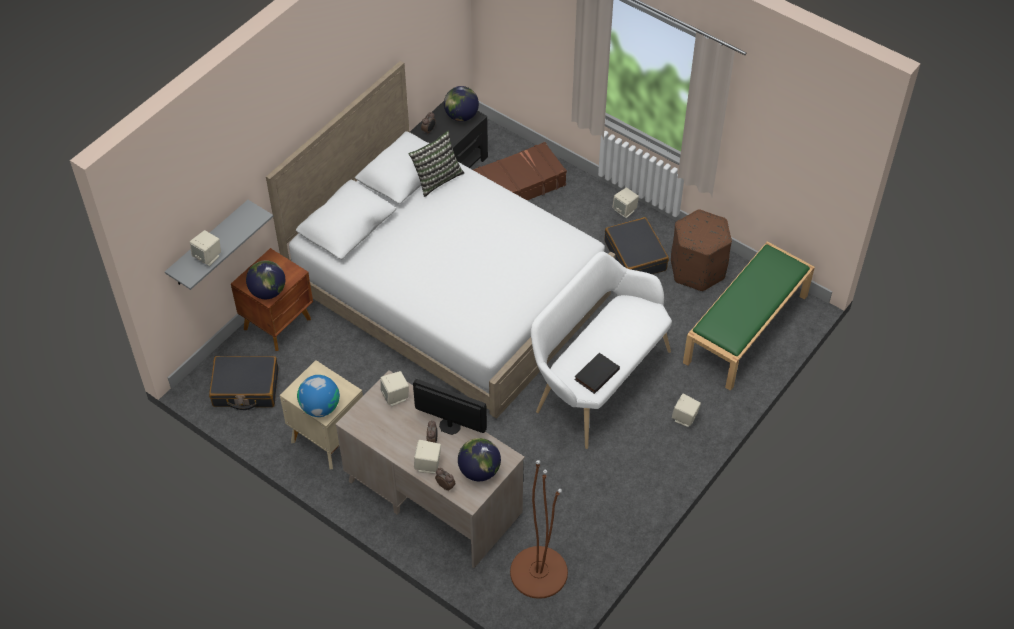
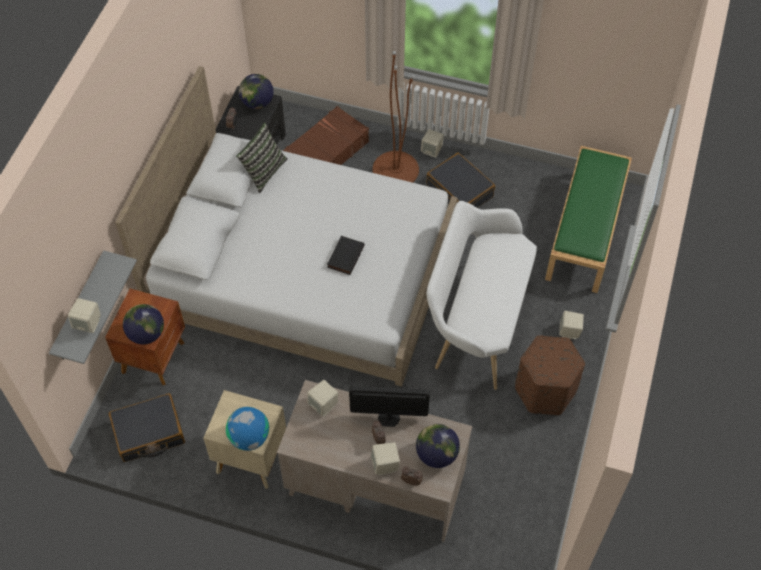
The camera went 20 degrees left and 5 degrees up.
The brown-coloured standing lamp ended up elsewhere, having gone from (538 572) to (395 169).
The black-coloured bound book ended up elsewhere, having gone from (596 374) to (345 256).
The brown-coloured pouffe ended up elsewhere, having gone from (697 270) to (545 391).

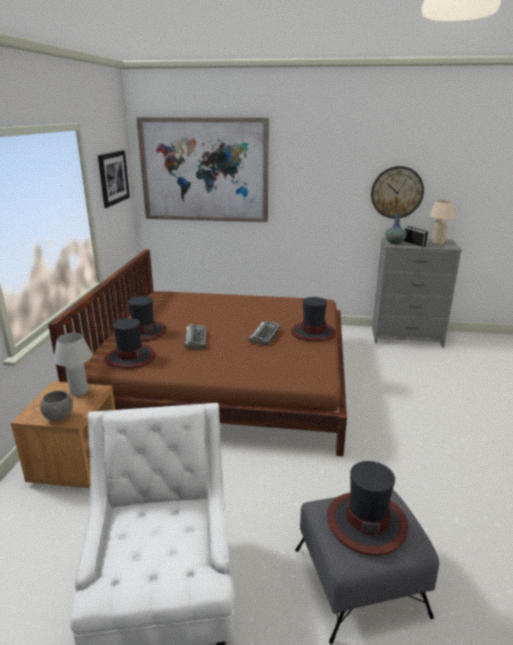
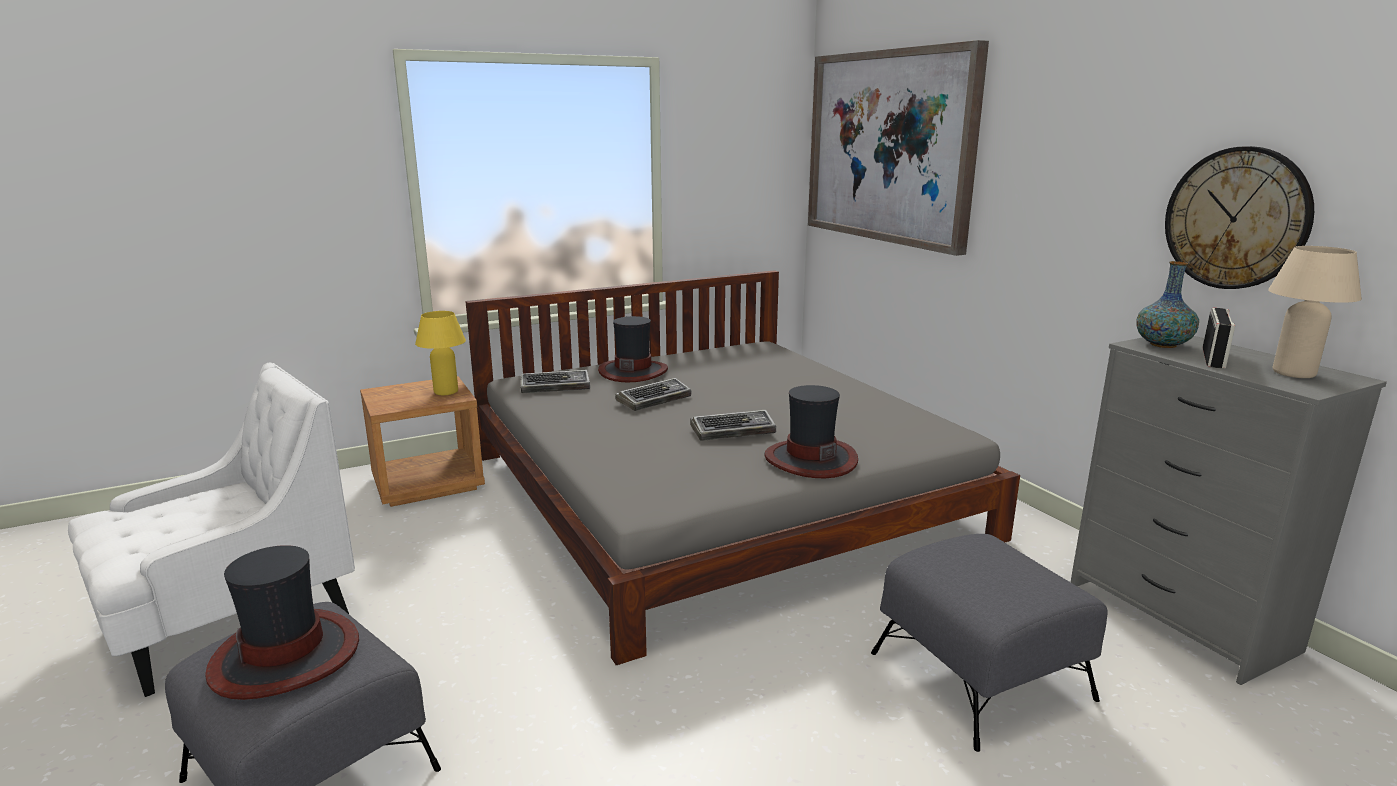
The camera went 55 degrees right and 5 degrees down.
The second view lost the greyish serving bowl at (59 417).
The second view lost the picture at (113 178).
The second view gained the greyish pouffe at (980 676).
Where the wearable hat stood at (130 357), the keyboard came to stand at (556 387).
What was the brown-coloured bed at (225 377) turned into the greyish bed at (716 494).
What was the white-coloured lamp for a table at (79 392) turned into the yellow-coloured lamp for a table at (446 392).

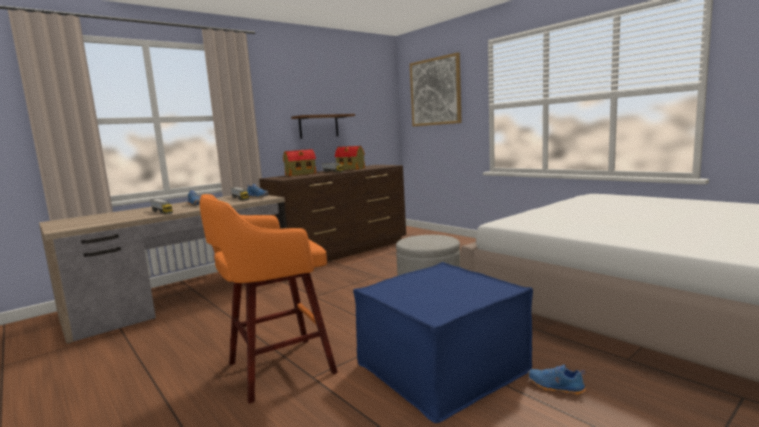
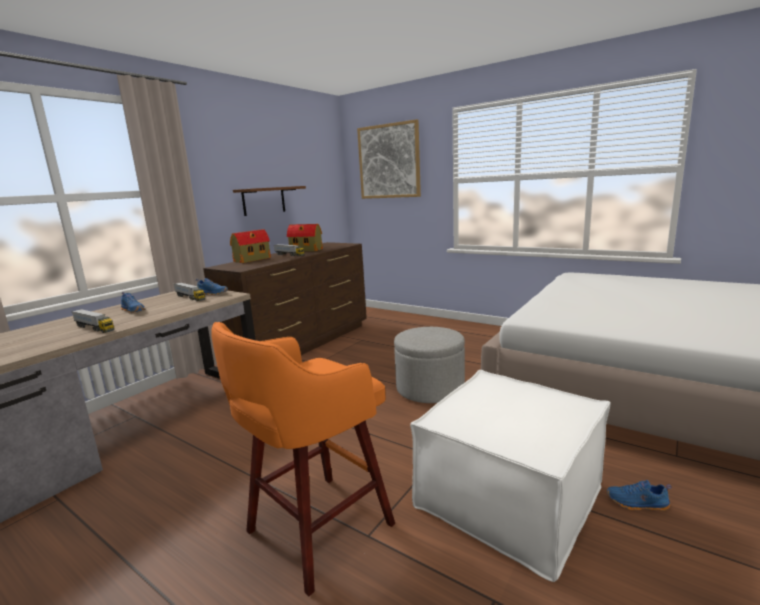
The camera went 15 degrees left and 5 degrees up.
What was the blue-coloured pouffe at (442 368) turned into the white-coloured pouffe at (509 497).

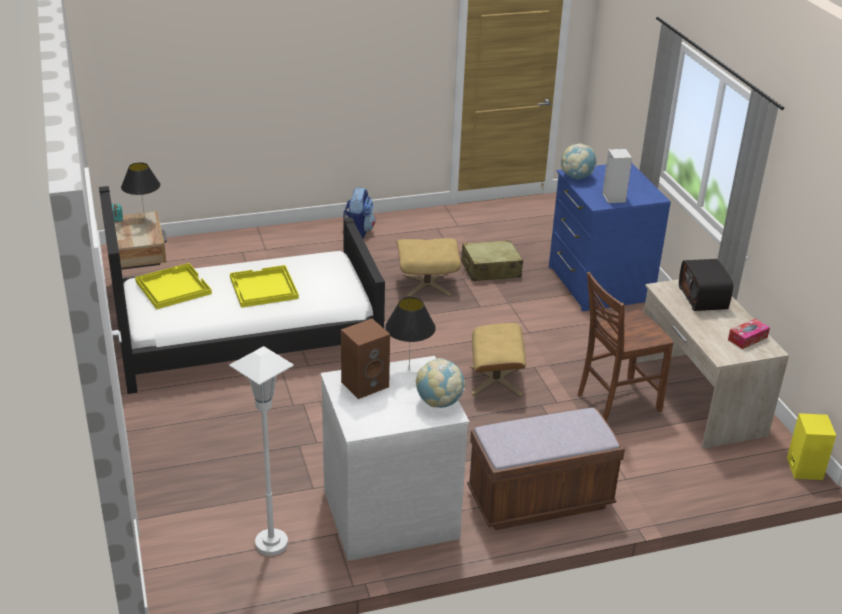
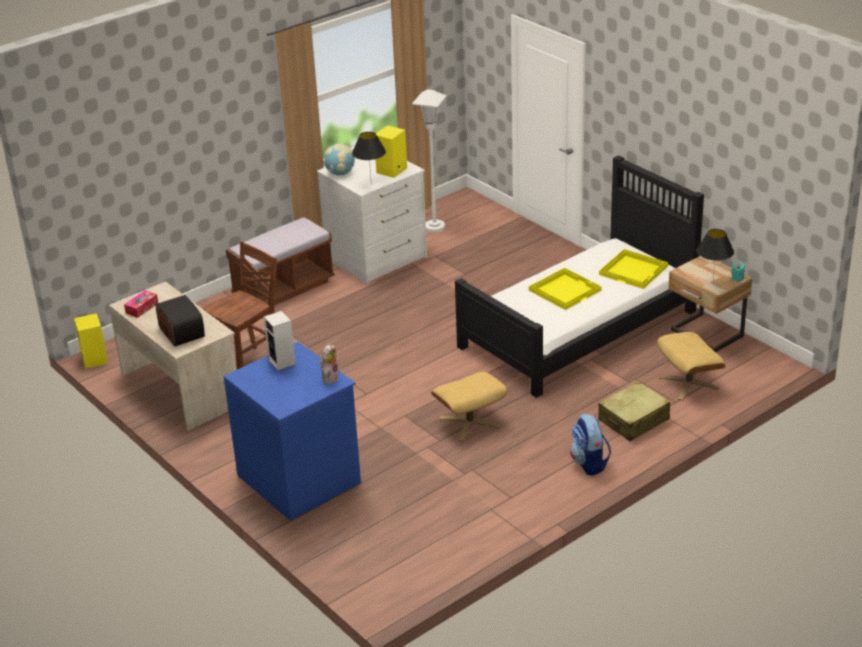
The camera went 160 degrees right and 0 degrees up.
The sand-coloured suitcase ended up elsewhere, having gone from (490 270) to (634 420).
The sand-coloured pouffe ended up elsewhere, having gone from (496 381) to (688 383).
Where the globe stood at (576 177), the plush toy came to stand at (329 378).
What was the brown-coloured loudspeaker at (365 384) turned into the yellow-coloured loudspeaker at (392 171).

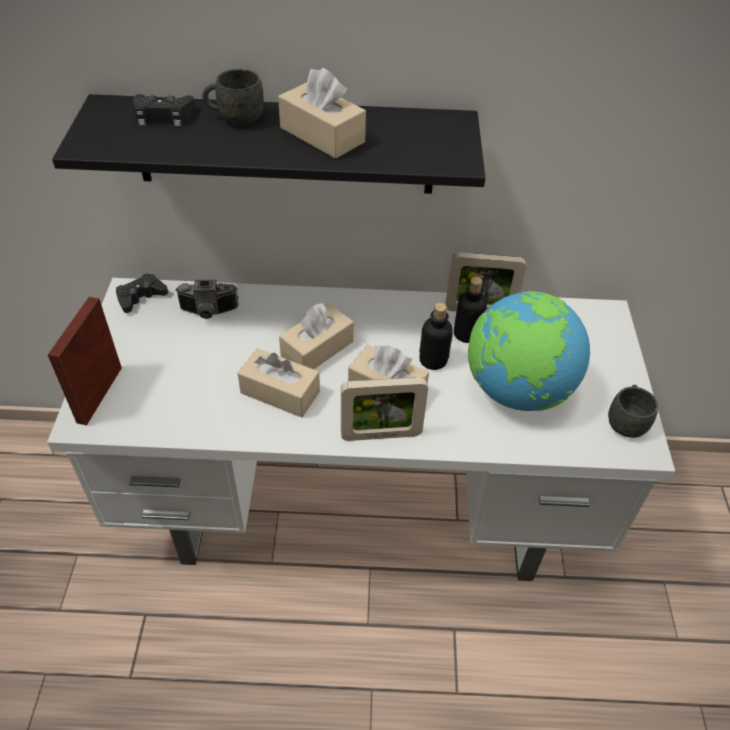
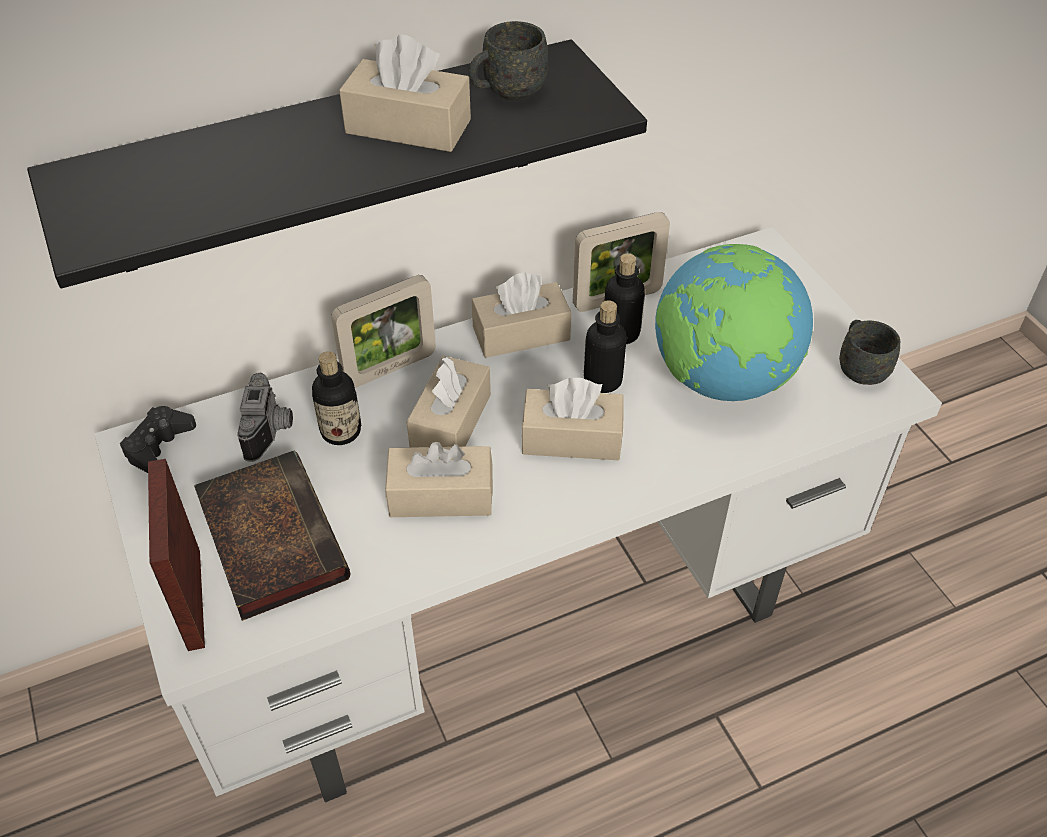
The camera went 25 degrees left and 0 degrees up.
The second view lost the black-coloured gamepad at (163 116).
The second view gained the bound book at (269 536).
The second view gained the drink bottle at (341 431).
The second view gained the sand-coloured tissue holder at (521 333).
The greyish mug ended up elsewhere, having gone from (235 118) to (507 92).
The picture frame ended up elsewhere, having gone from (381 435) to (390 368).
The still camera at (208 313) ended up facing another way, 60 degrees counterclockwise from before.

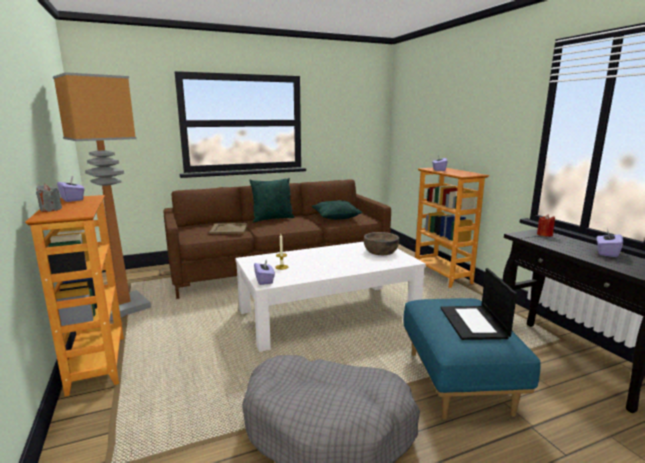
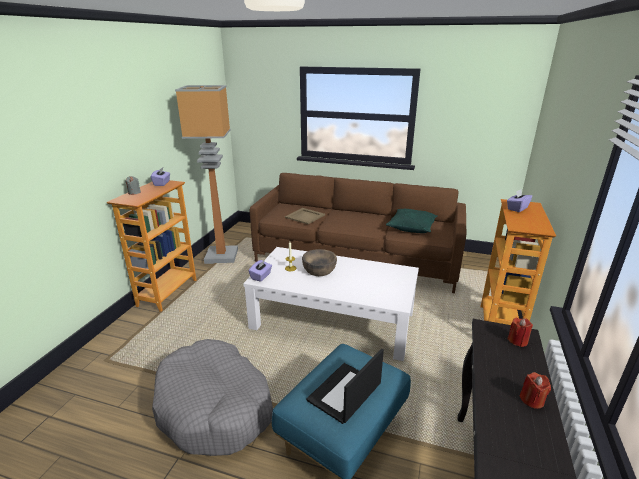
The camera went 40 degrees right and 10 degrees up.
The second view lost the greenish pillow at (272 219).
The brown-coloured serving bowl ended up elsewhere, having gone from (381 251) to (319 270).
Where the purplish tissue holder stood at (606 253), the red wax light came to stand at (532 400).

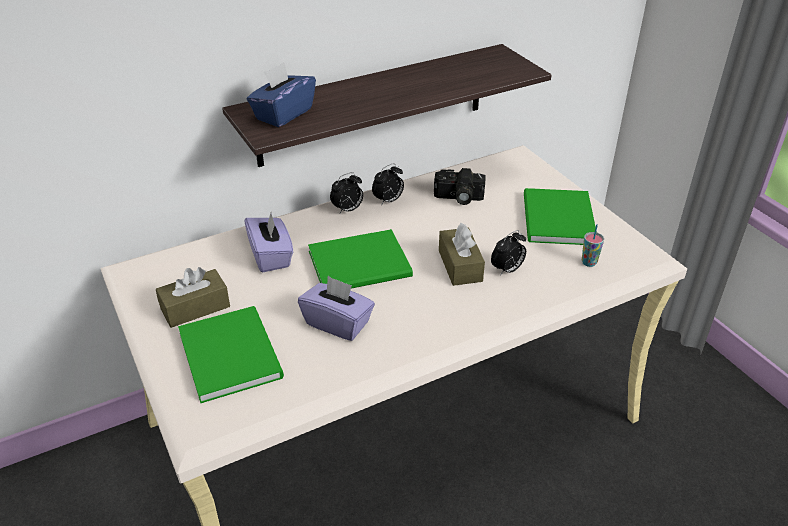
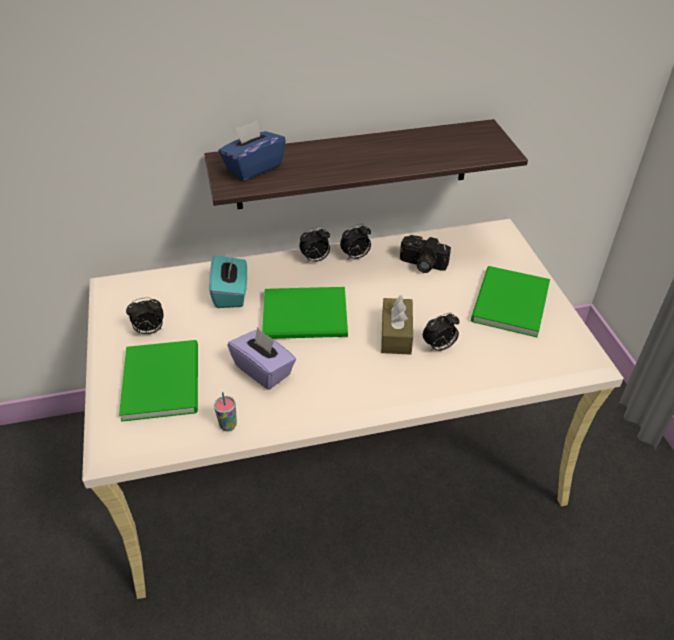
The camera went 15 degrees right and 5 degrees up.
The drinking cup ended up elsewhere, having gone from (589 262) to (228 425).
Where the brown-coloured tissue holder stood at (195 308), the bedside clock came to stand at (149 331).
What was the purplish tissue holder at (271 256) turned into the blue-green tissue holder at (231 294).

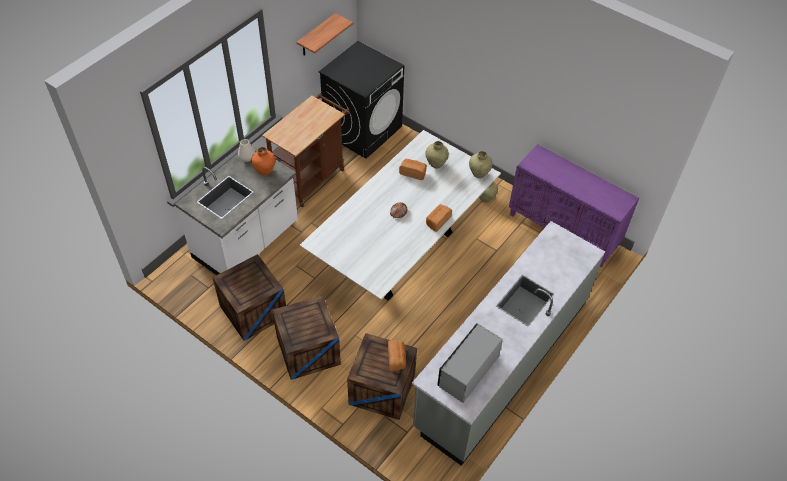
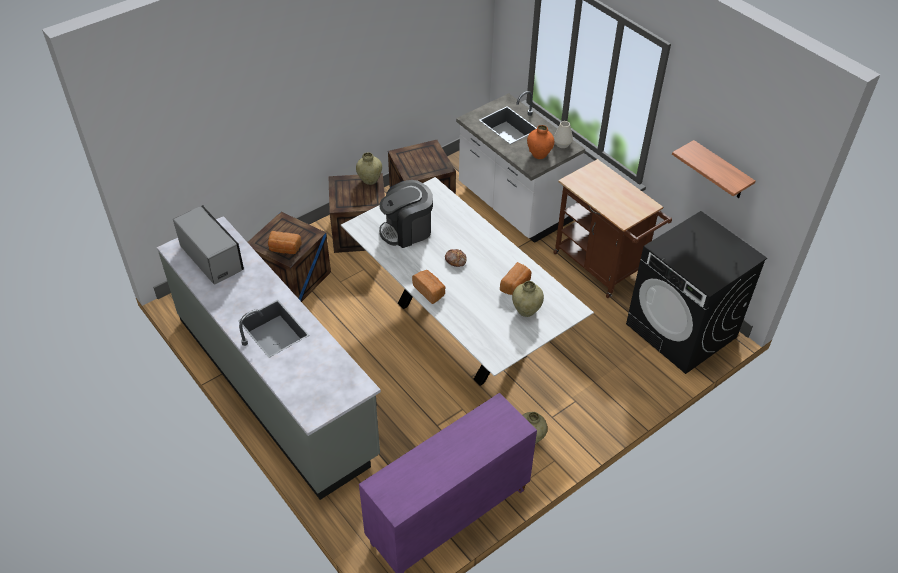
The camera went 105 degrees right and 5 degrees down.
The second view gained the coffee maker at (407 230).
The sand-coloured vase ended up elsewhere, having gone from (479 173) to (370 180).

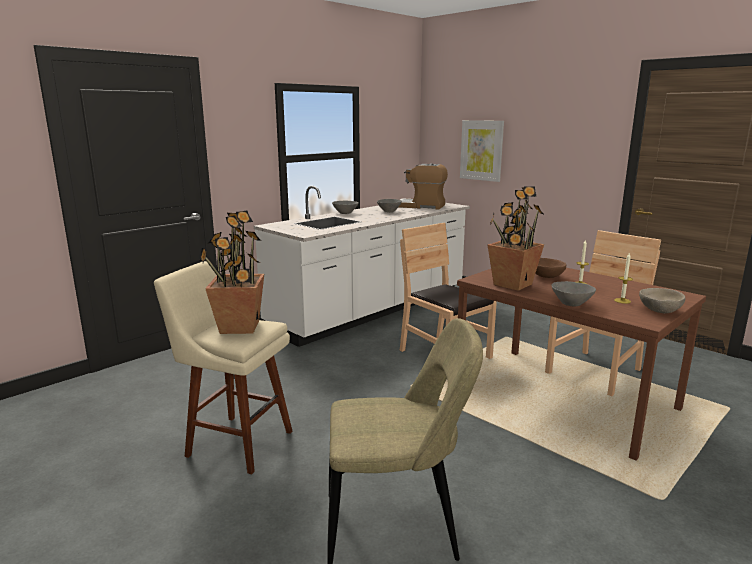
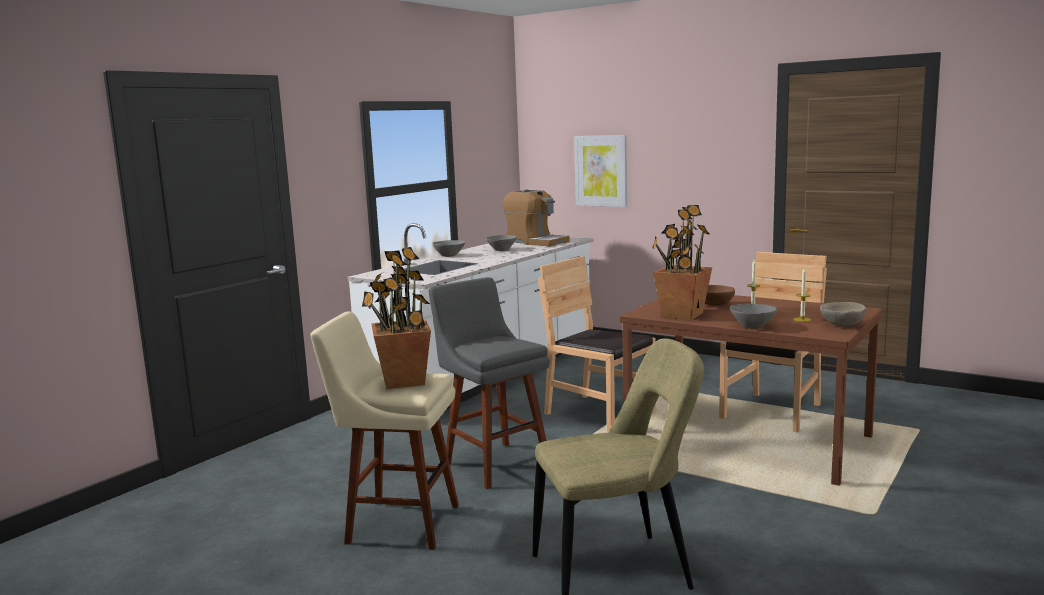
The camera went 10 degrees left and 5 degrees down.
The second view gained the greyish sitting stool at (494 463).
The coffee maker at (421 206) ended up facing another way, 150 degrees counterclockwise from before.

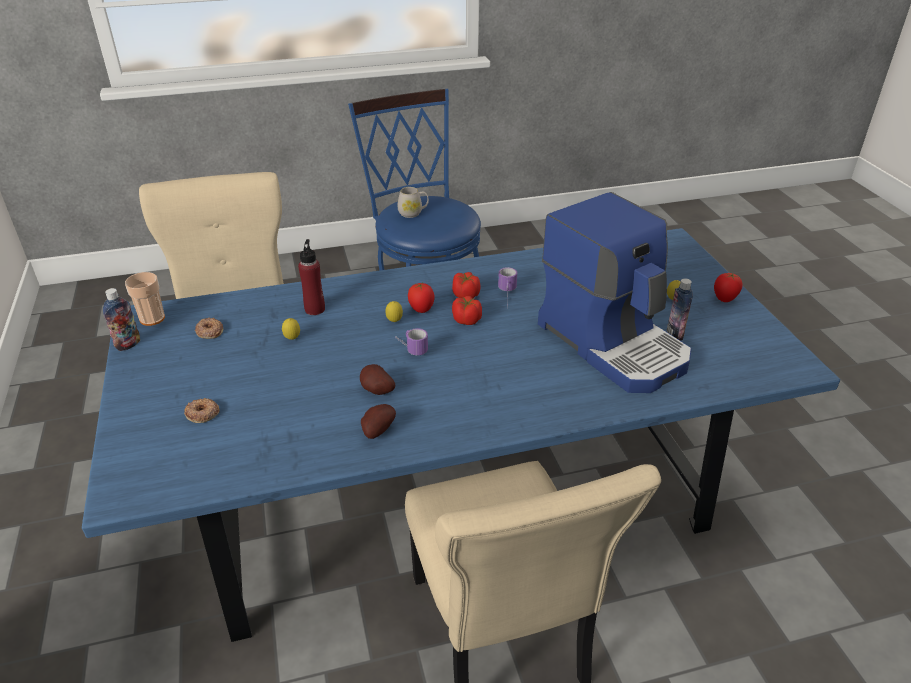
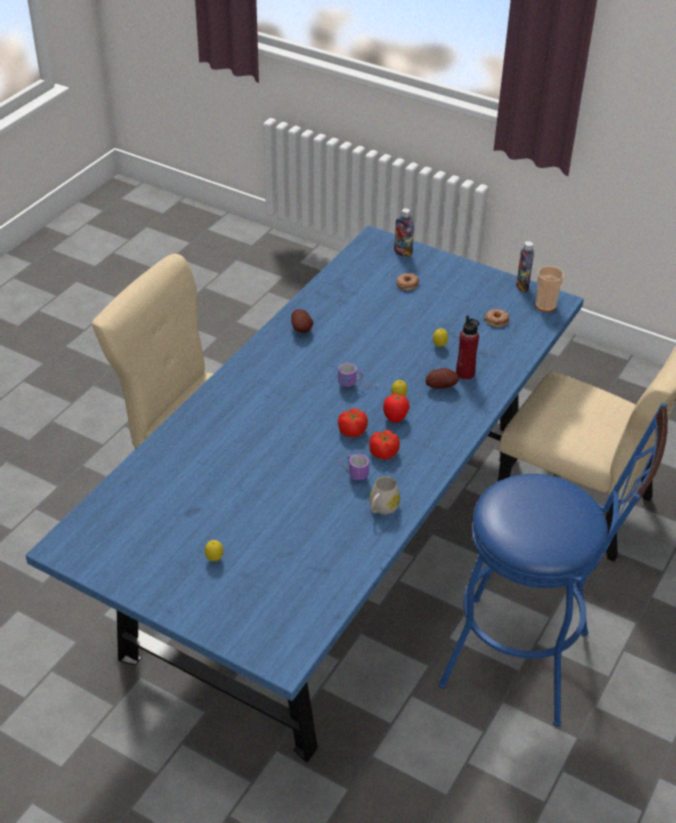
The camera went 135 degrees right and 5 degrees up.
The second view lost the coffee maker at (614 343).
The second view lost the tomato at (724 299).
The potato ended up elsewhere, having gone from (376 391) to (441 386).
The white-coloured mug ended up elsewhere, having gone from (413 213) to (382 508).
The drink bottle ended up elsewhere, having gone from (674 334) to (403 252).

